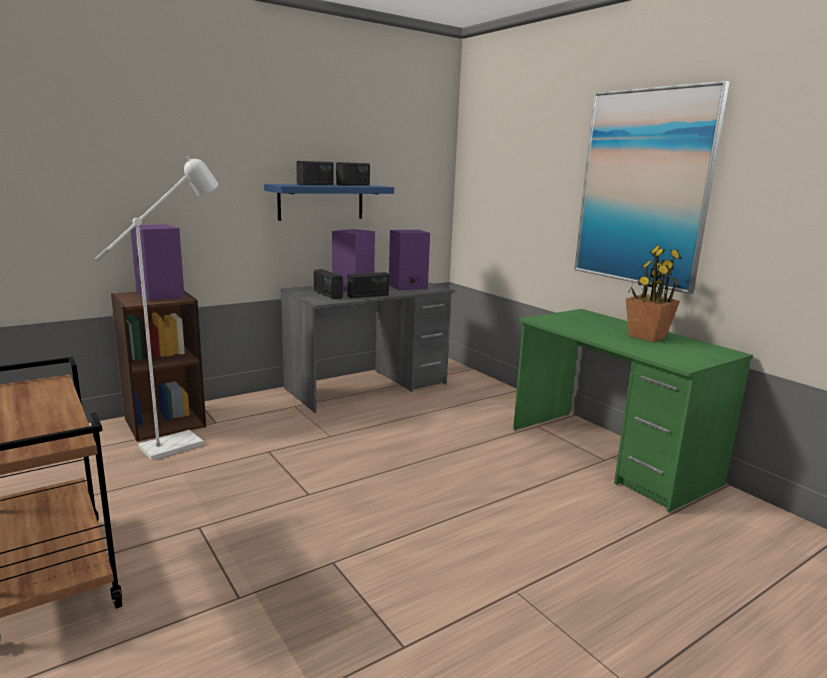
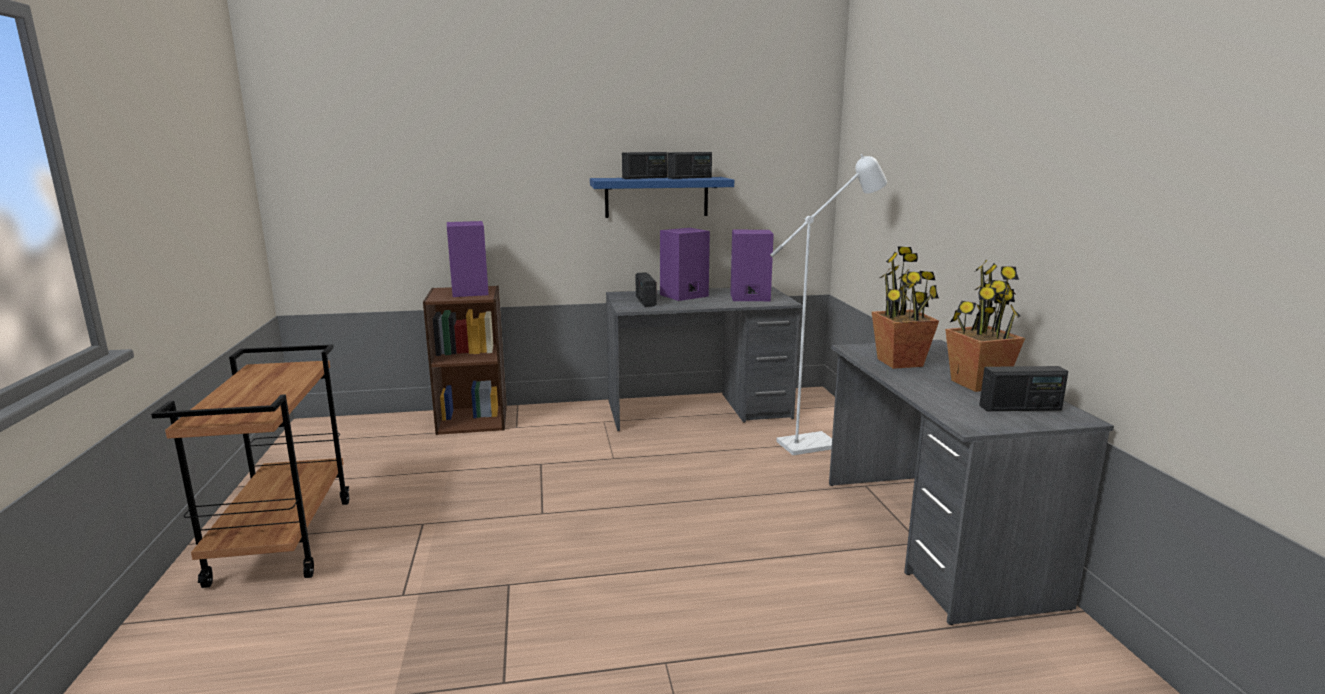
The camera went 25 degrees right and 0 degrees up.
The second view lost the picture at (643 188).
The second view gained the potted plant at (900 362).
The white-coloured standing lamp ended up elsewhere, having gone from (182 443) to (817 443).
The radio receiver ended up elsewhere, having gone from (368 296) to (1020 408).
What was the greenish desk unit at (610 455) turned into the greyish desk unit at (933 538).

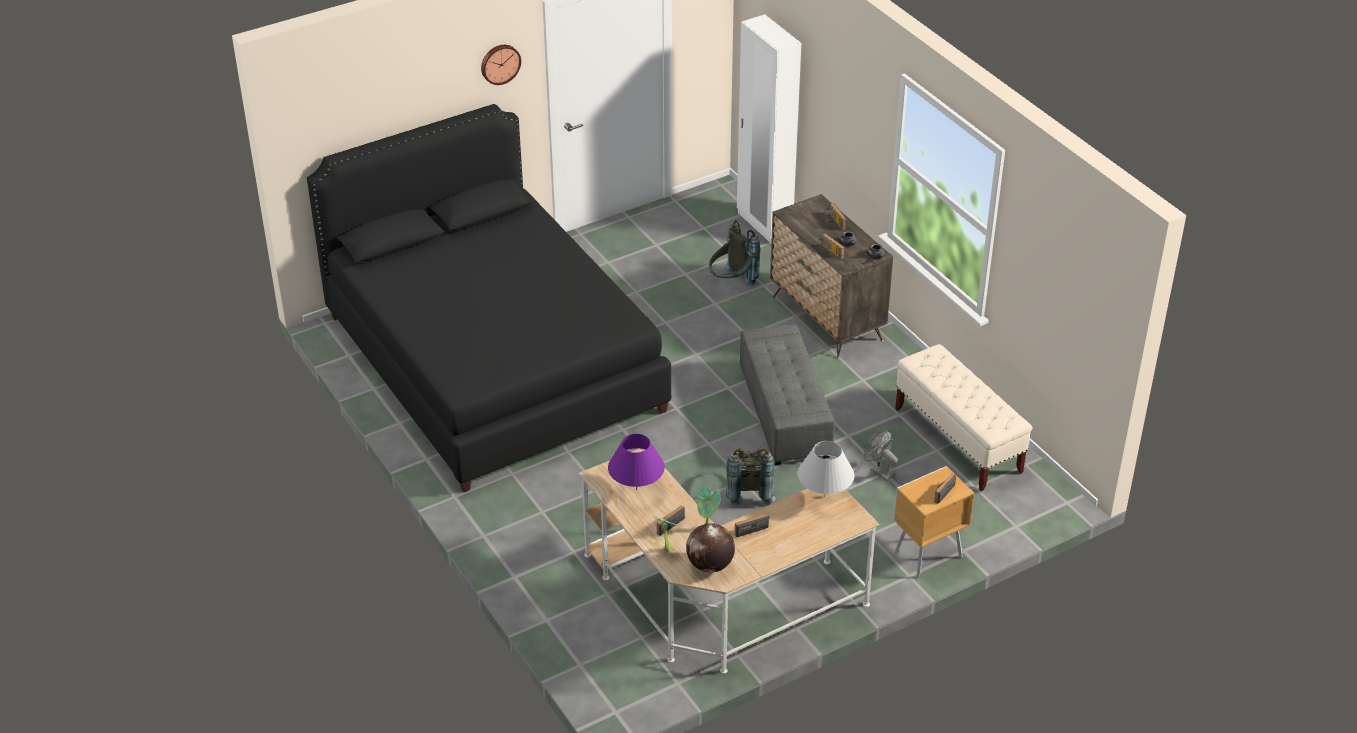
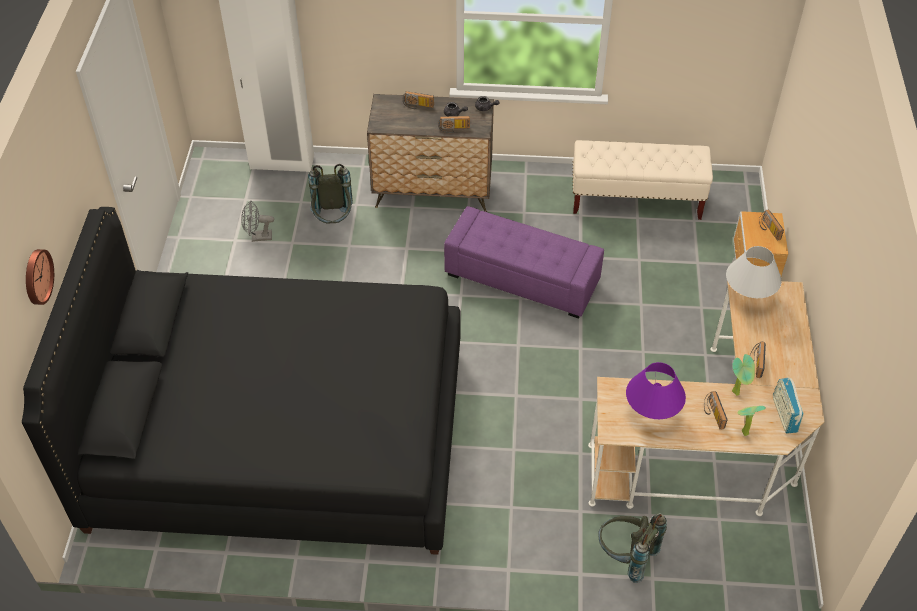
The camera went 55 degrees left and 10 degrees up.
The wall clock ended up elsewhere, having gone from (500 63) to (36 276).
The greyish knapsack ended up elsewhere, having gone from (748 491) to (626 557).
The greyish fan ended up elsewhere, having gone from (879 471) to (258 237).
Where the globe stood at (710 565), the radio receiver came to stand at (784 414).
What was the greyish pouffe at (785 413) turned into the purplish pouffe at (522 278).

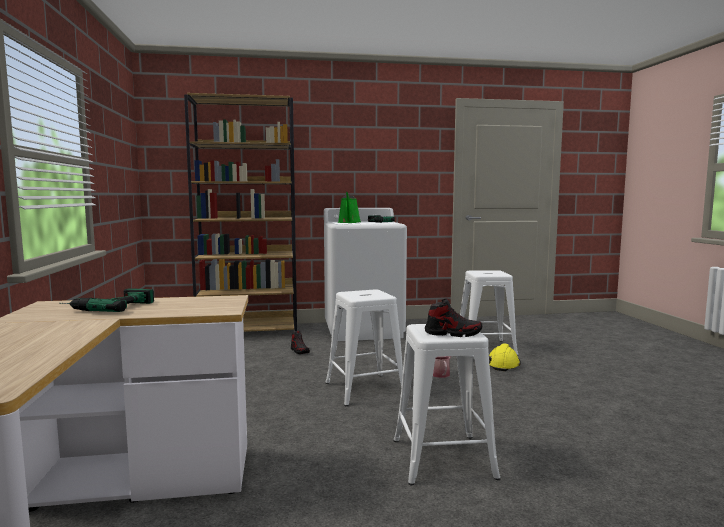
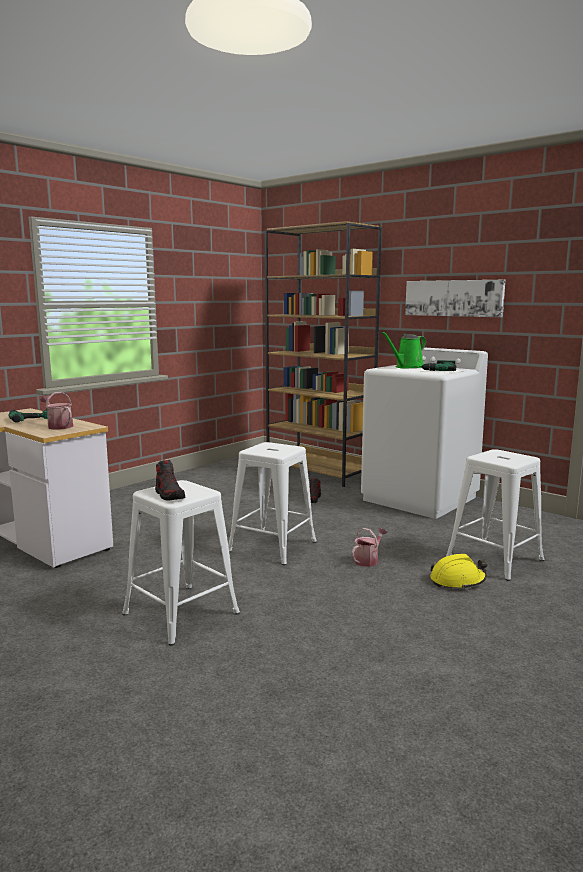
The camera went 50 degrees right and 5 degrees up.
The second view gained the sprinkling can at (58 426).
The second view gained the picture at (453 298).

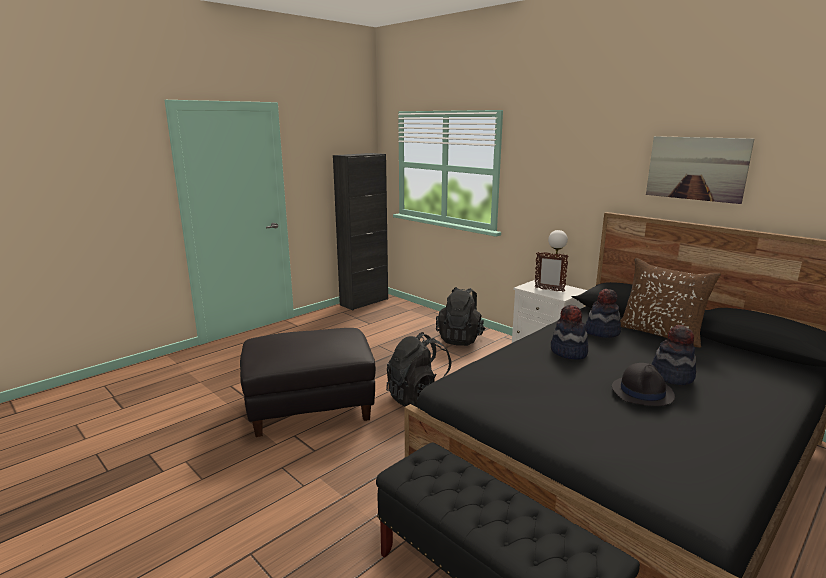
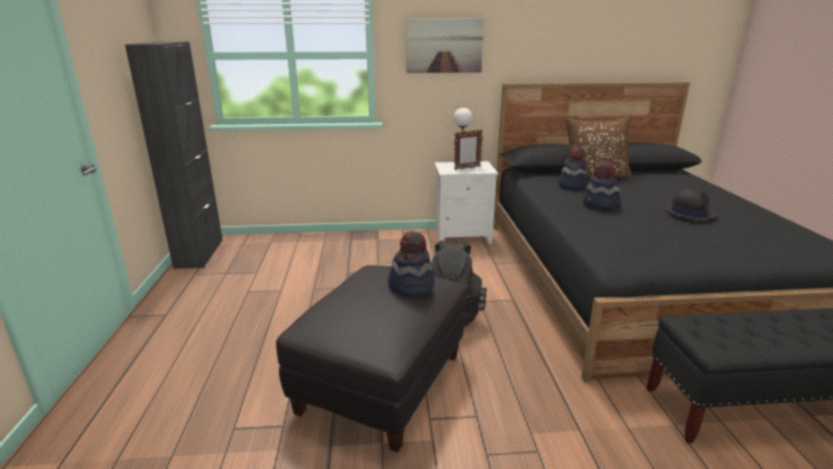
The camera went 50 degrees left and 5 degrees up.
The second view lost the black-coloured knapsack at (460 339).
The picture ended up elsewhere, having gone from (696 168) to (444 45).
The wearable hat ended up elsewhere, having gone from (672 376) to (411 286).

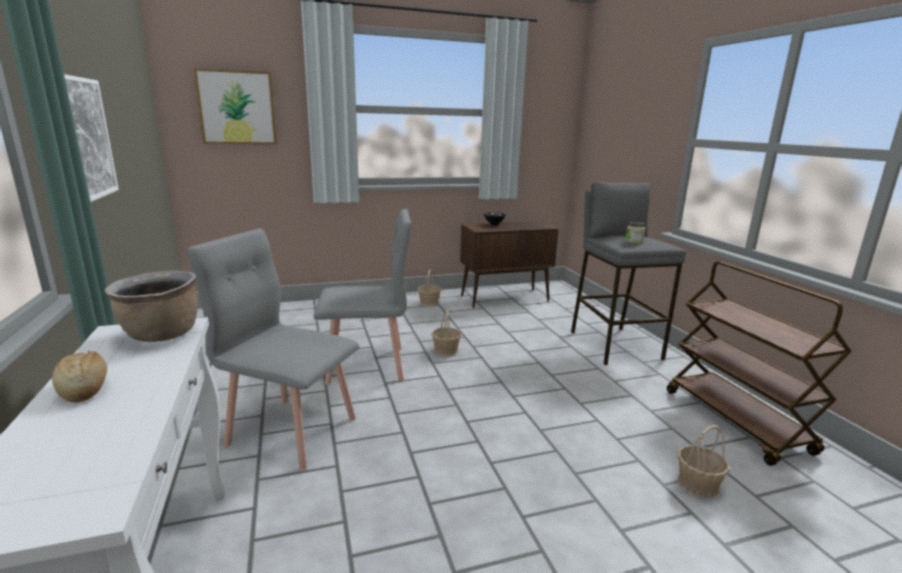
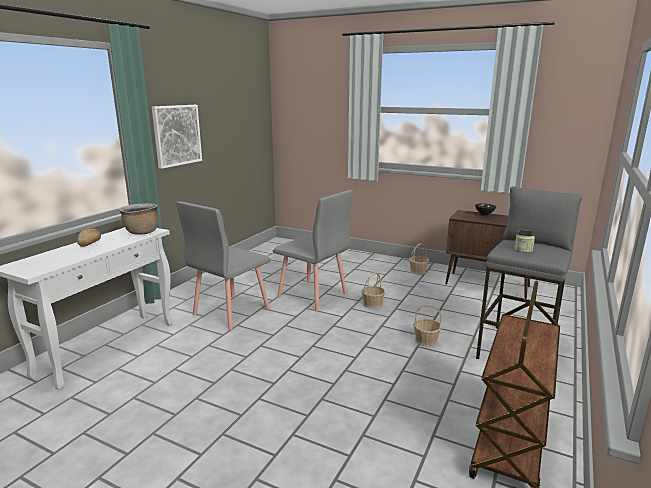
The camera went 45 degrees right and 0 degrees up.
The second view lost the picture at (237 107).
The household basket ended up elsewhere, having gone from (697 484) to (426 341).
The greyish plain chair at (292 430) ended up facing another way, 120 degrees counterclockwise from before.

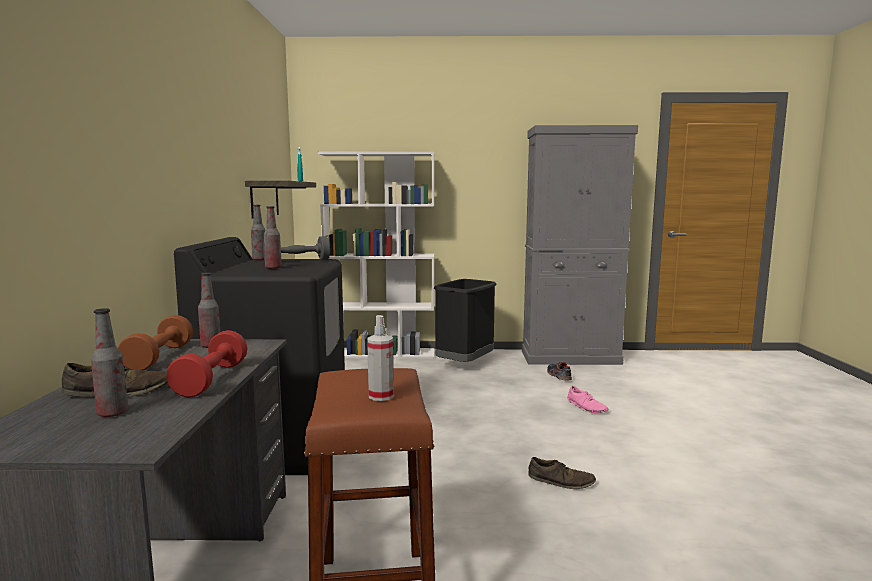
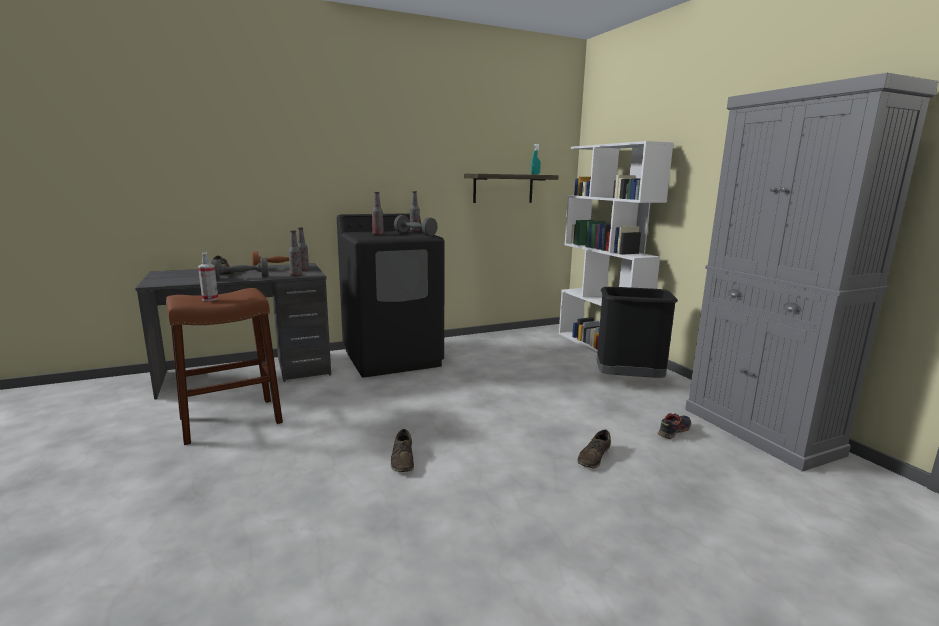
The camera went 65 degrees right and 5 degrees up.
The drink bottle ended up elsewhere, having gone from (112 413) to (296 275).
What was the red dumbbell at (211 379) turned into the greyish dumbbell at (241 278).
What was the pink shoe at (586 407) turned into the brown-coloured shoe at (594 457).

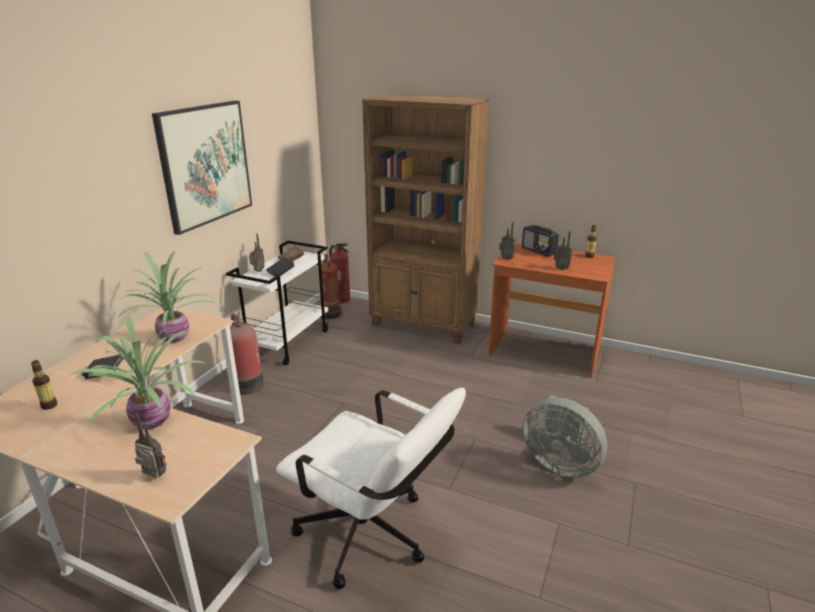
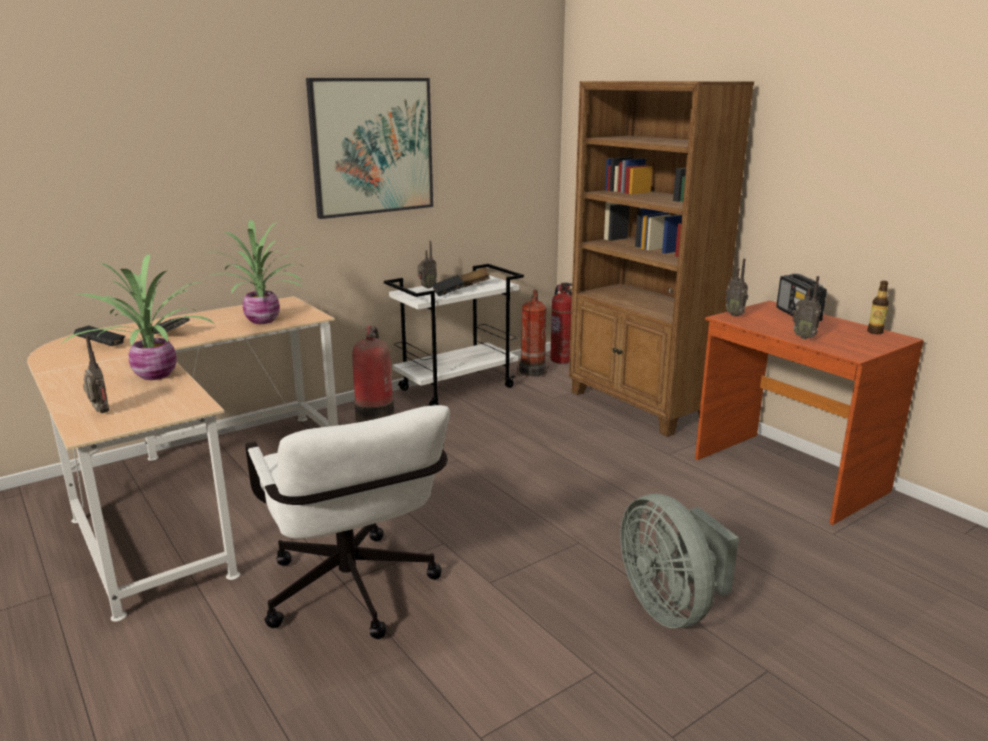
The camera went 30 degrees right and 5 degrees down.
Where the drink bottle stood at (49 405), the black-coloured bound book came to stand at (101 346).

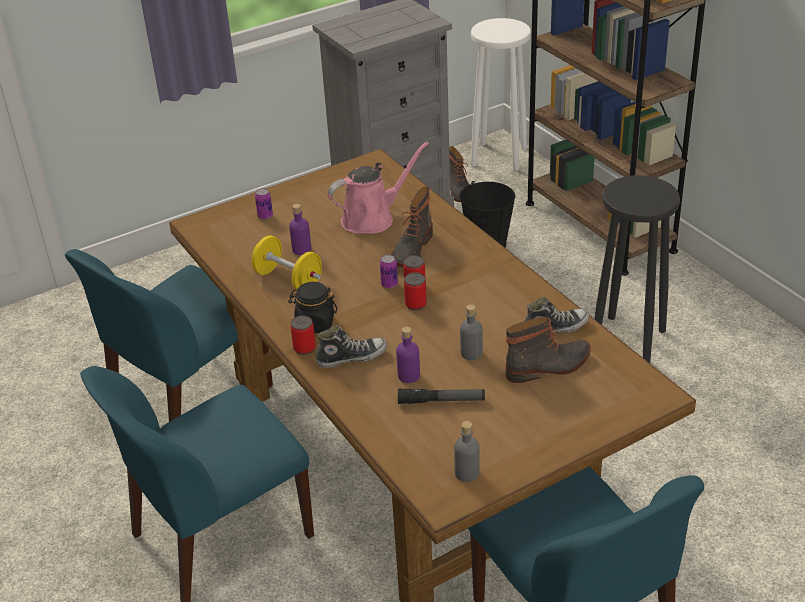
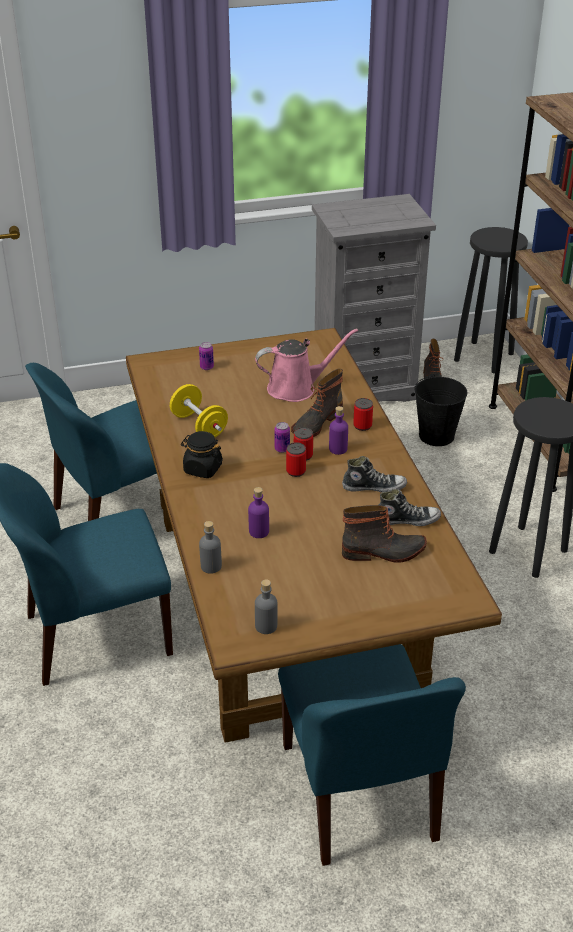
The camera went 15 degrees right and 0 degrees up.
The second view lost the hand torch at (441 401).
The purplish drink bottle ended up elsewhere, having gone from (301 249) to (338 449).
The can ended up elsewhere, having gone from (304 348) to (362 426).
The shoe ended up elsewhere, having gone from (352 357) to (374 487).
The greyish drink bottle ended up elsewhere, having gone from (471 353) to (211 566).
What was the white-coloured sitting stool at (500 156) turned into the black-coloured sitting stool at (484 357).

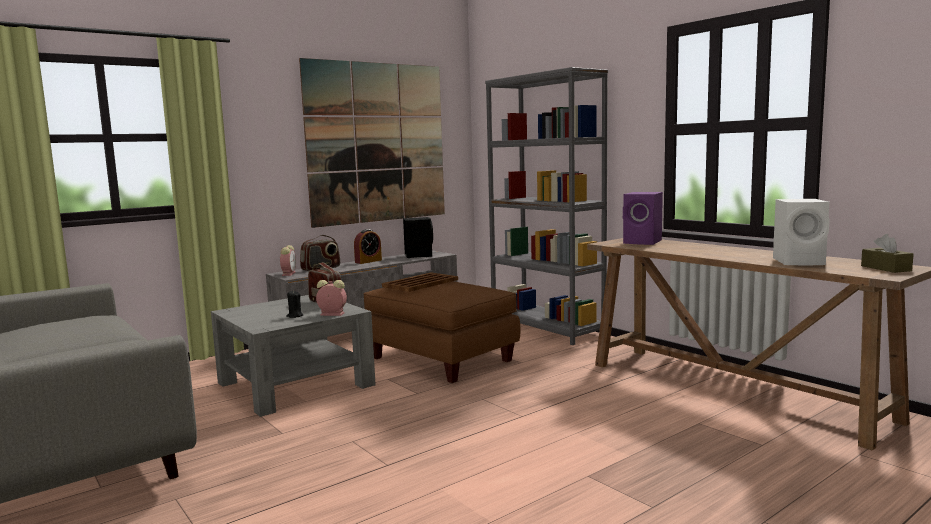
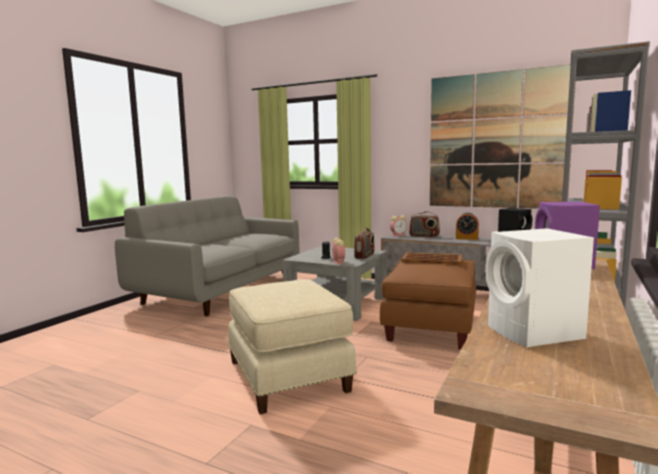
The camera went 65 degrees right and 0 degrees up.
The second view lost the brown-coloured tissue holder at (885 268).
The second view gained the sand-coloured pouffe at (289 375).

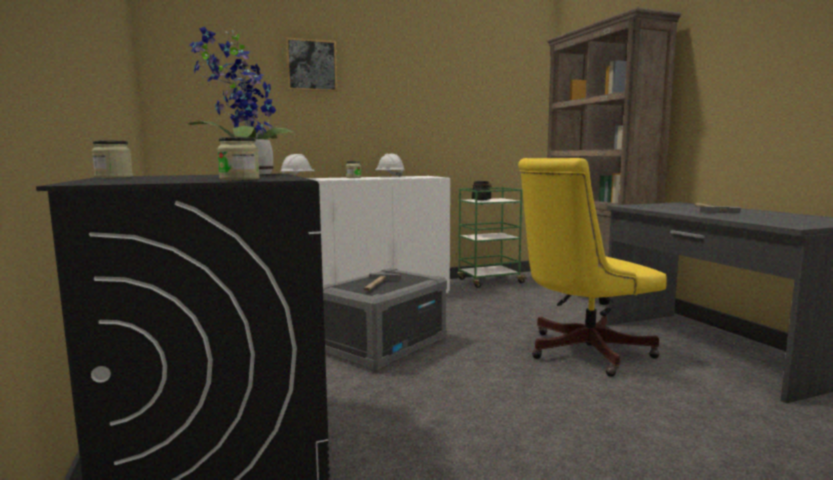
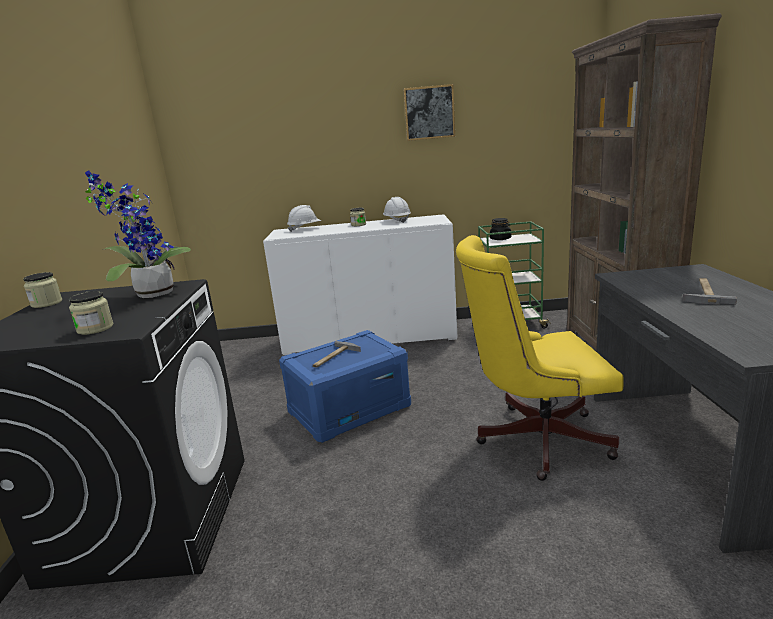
The camera went 20 degrees right and 10 degrees up.
The picture ended up elsewhere, having gone from (311 65) to (429 113).
What was the greyish storage container at (384 345) turned into the blue-coloured storage container at (349 409).

